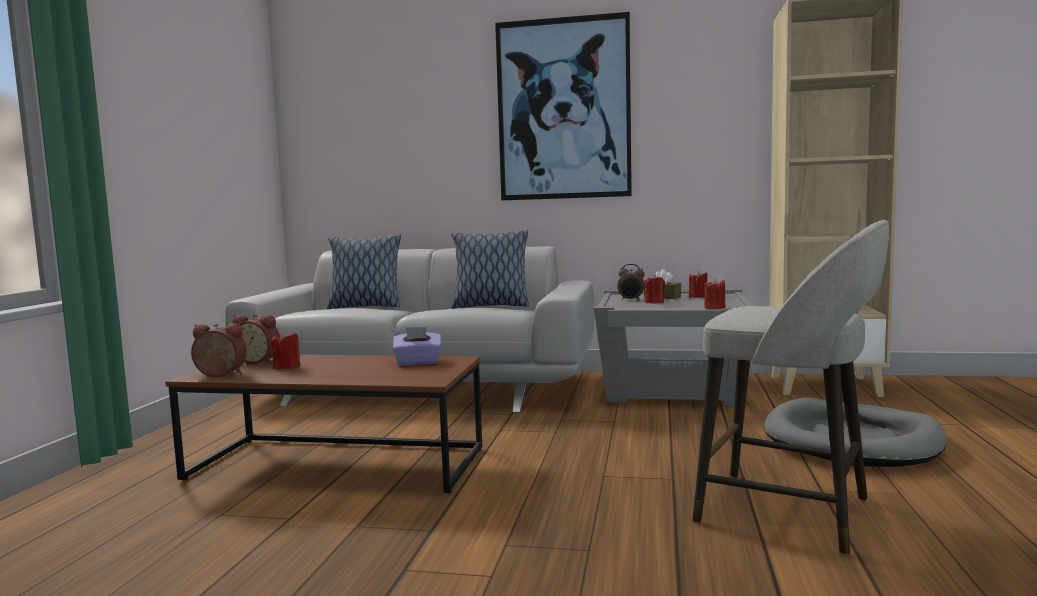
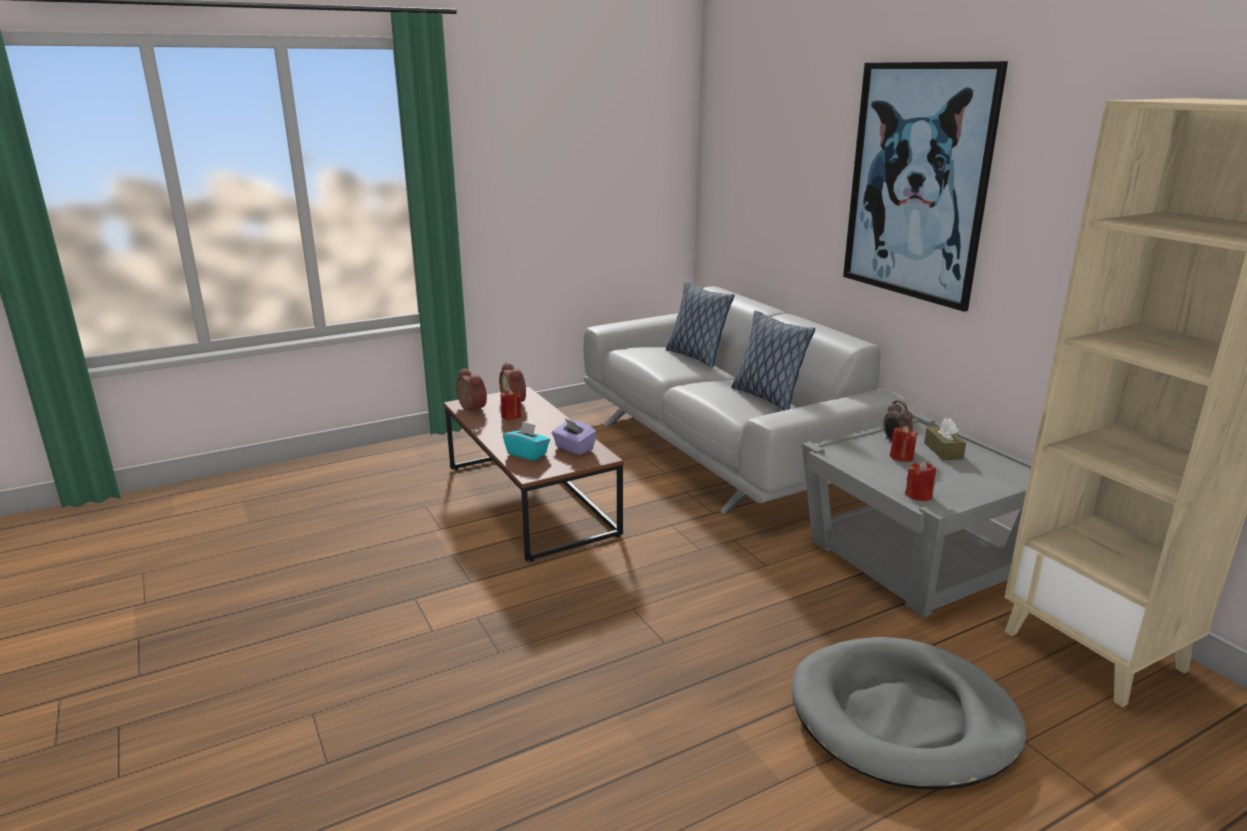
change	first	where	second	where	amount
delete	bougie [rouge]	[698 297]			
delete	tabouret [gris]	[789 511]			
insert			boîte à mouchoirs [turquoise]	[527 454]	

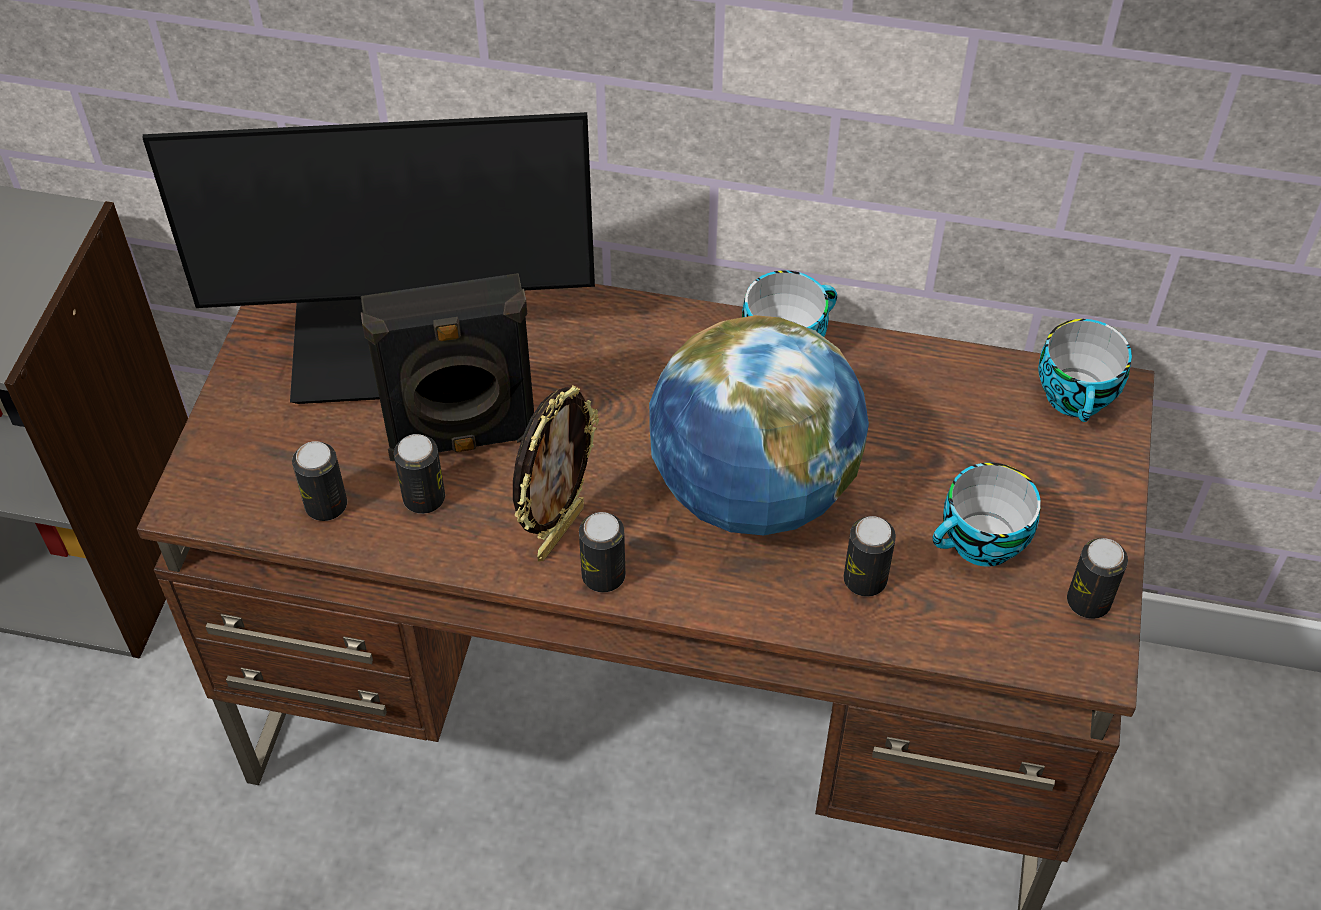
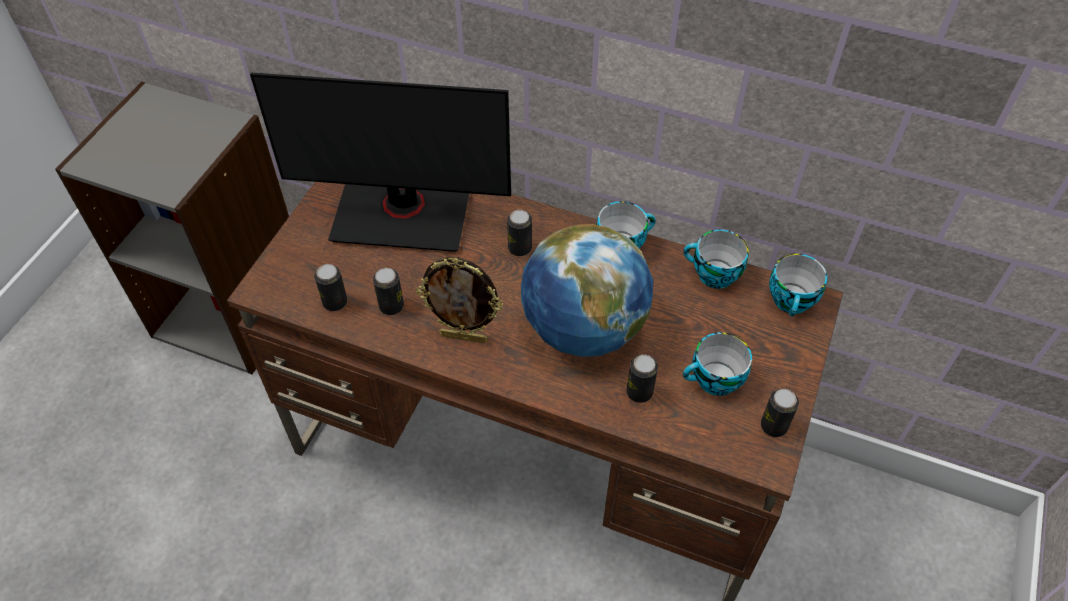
change	first	where	second	where	amount
delete	enceinte [noir]	[463 440]			
rotate	cadre photo	[558 531]		[464 337]	60 degrees clockwise
move	boîte métallique	[603 576]		[520 248]	
insert			tasse	[713 275]	

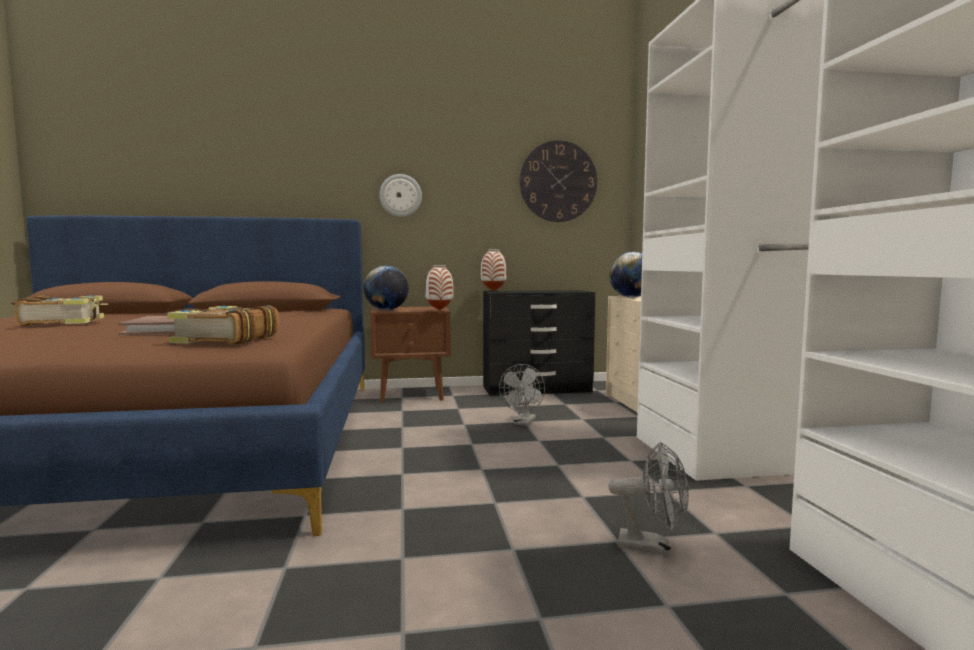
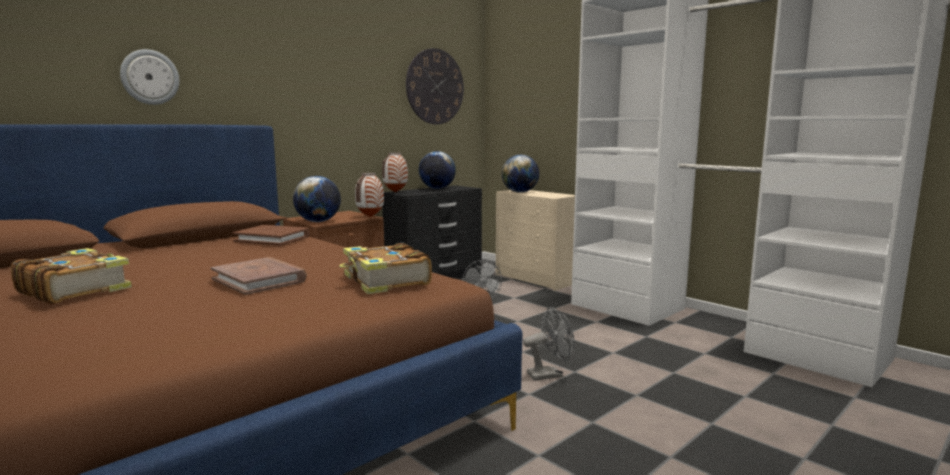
change	first	where	second	where	amount
move	horloge murale	[400 195]		[150 77]	
move	ventilateur [gris]	[652 547]		[549 374]	
insert			livre [marron]	[272 239]	
insert			globe	[437 188]	

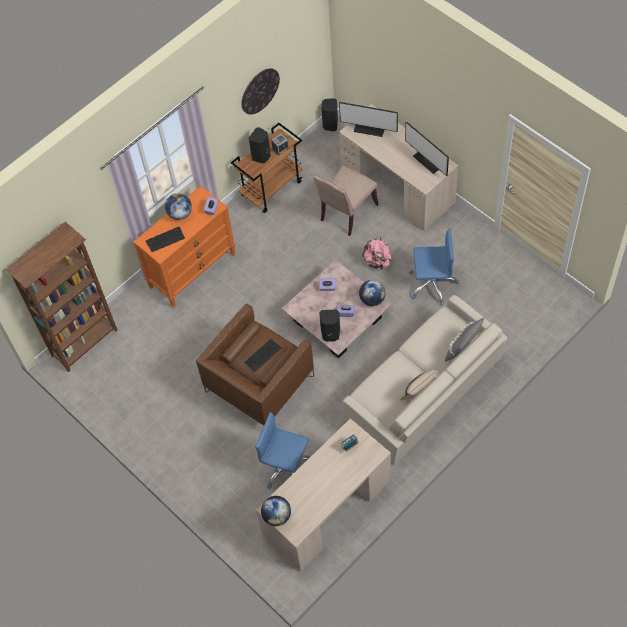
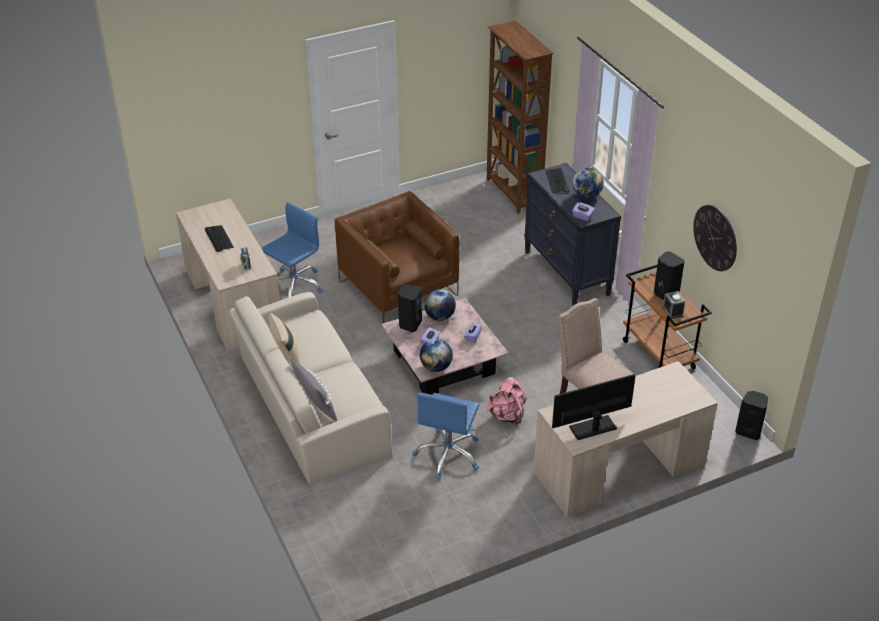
change	first	where	second	where	amount
recolor	commode [orange]	[192 270]	commode [noir]	[567 273]	
move	clavier	[263 355]		[218 239]	
move	globe	[277 516]		[440 317]	
delete	écran d'ordinateur	[369 129]			

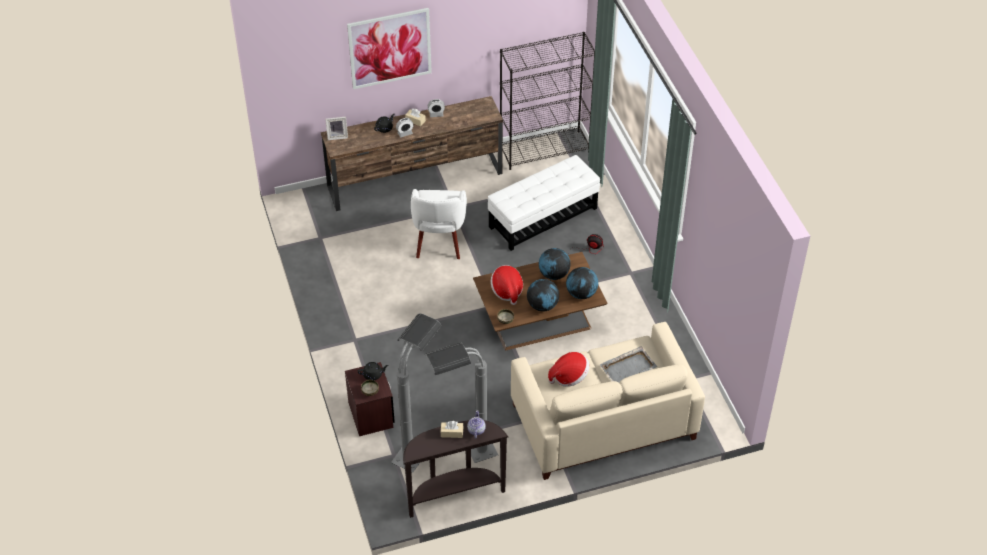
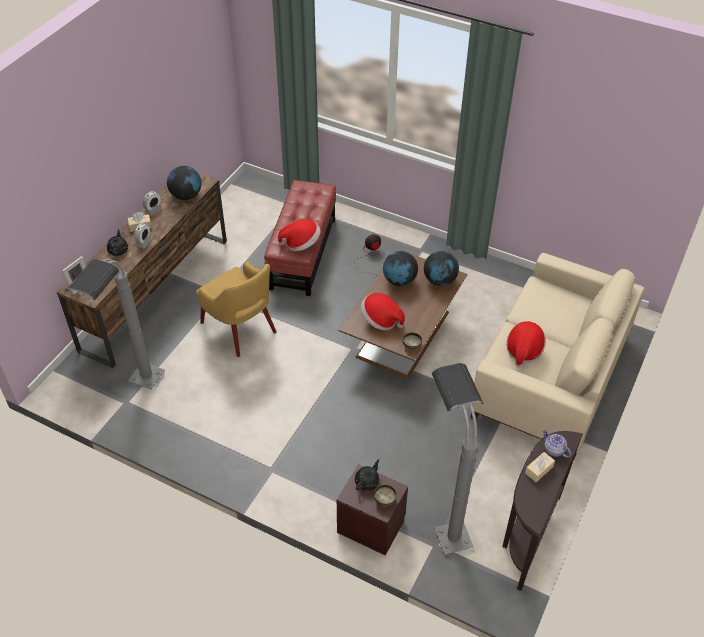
change	first	where	second	where	amount
delete	tableau	[390 48]			
recolor	fauteuil [blanc]	[439 240]	fauteuil [jaune]	[240 328]	
move	lampadaire [gris]	[464 457]		[137 392]	
recolor	pouf [blanc]	[543 218]	pouf [rouge]	[303 253]	
delete	bibliothèque [noir]	[545 150]			
move	globe	[542 305]		[186 196]	
delete	plateau [gris]	[628 367]			
insert			chapeau	[301 244]	

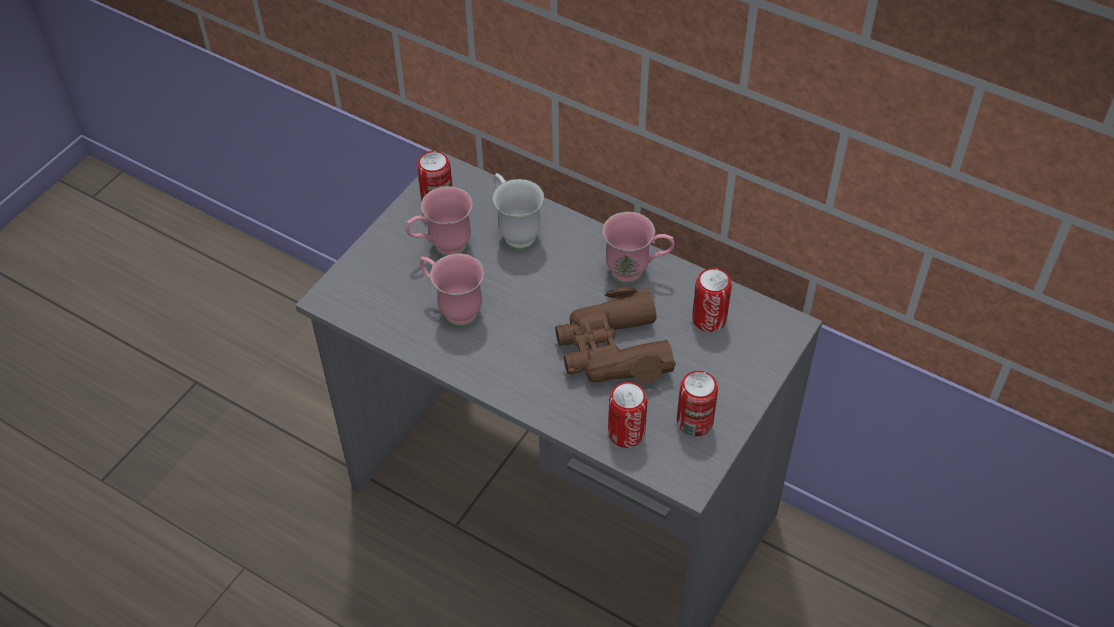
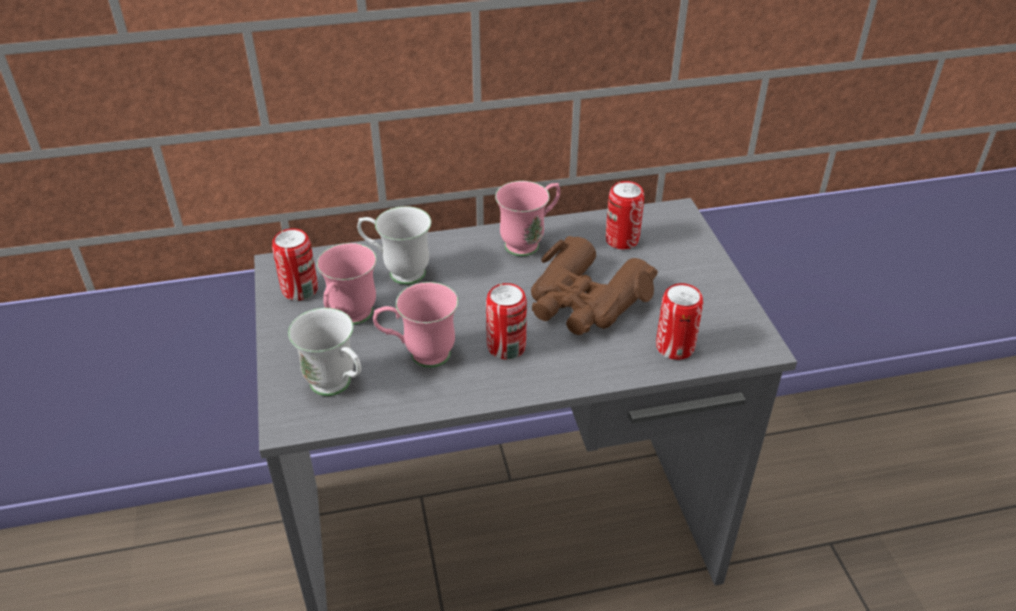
change	first	where	second	where	amount
move	boîte métallique	[694 422]		[506 347]	
insert			mug [blanc]	[337 387]	

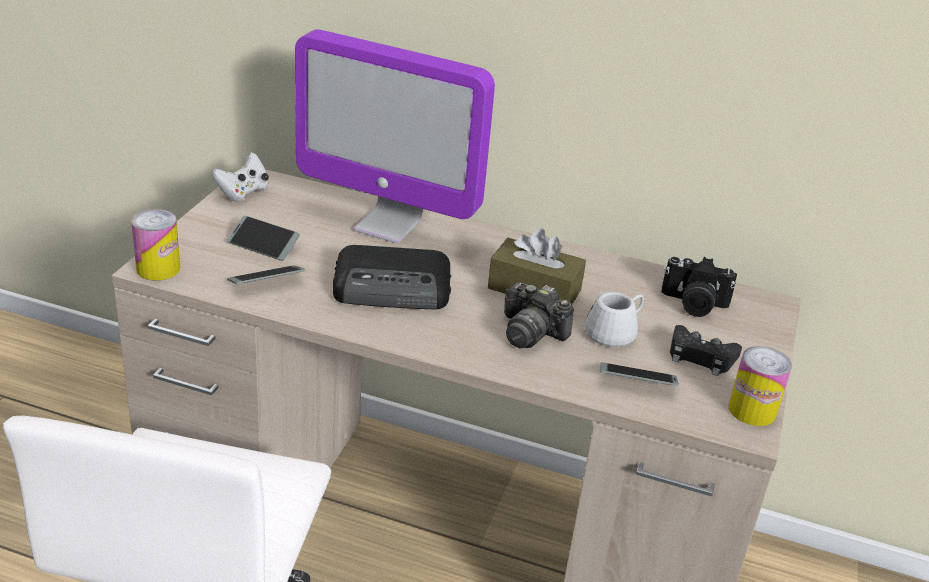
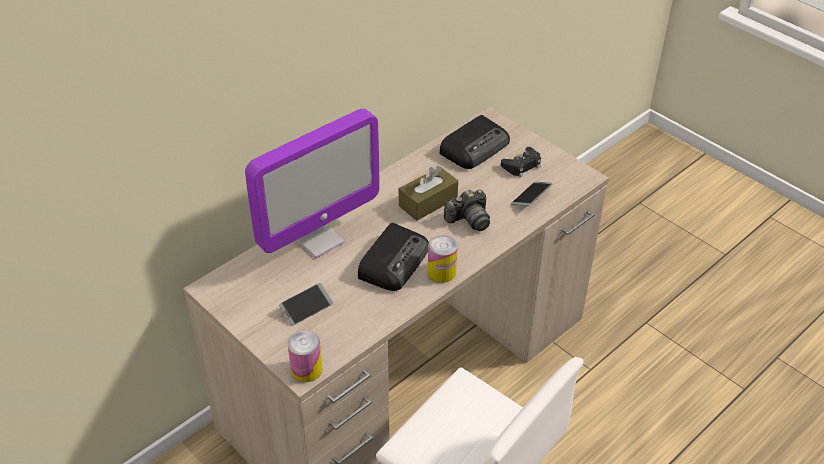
change	first	where	second	where	amount
delete	manette [blanc]	[243 193]			
delete	téléphone	[266 281]			
delete	mug [blanc]	[615 331]			
replace	appareil photo	[693 304]	radio	[475 147]	
move	boîte métallique	[752 410]		[441 272]	

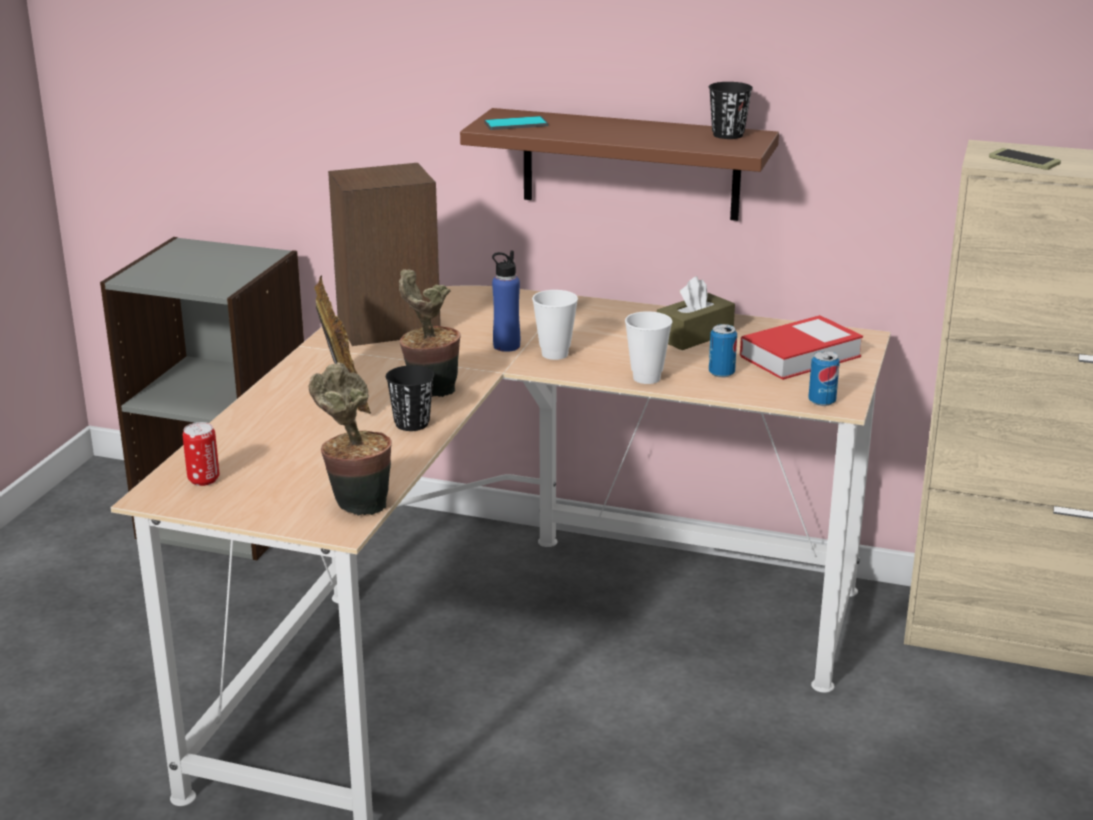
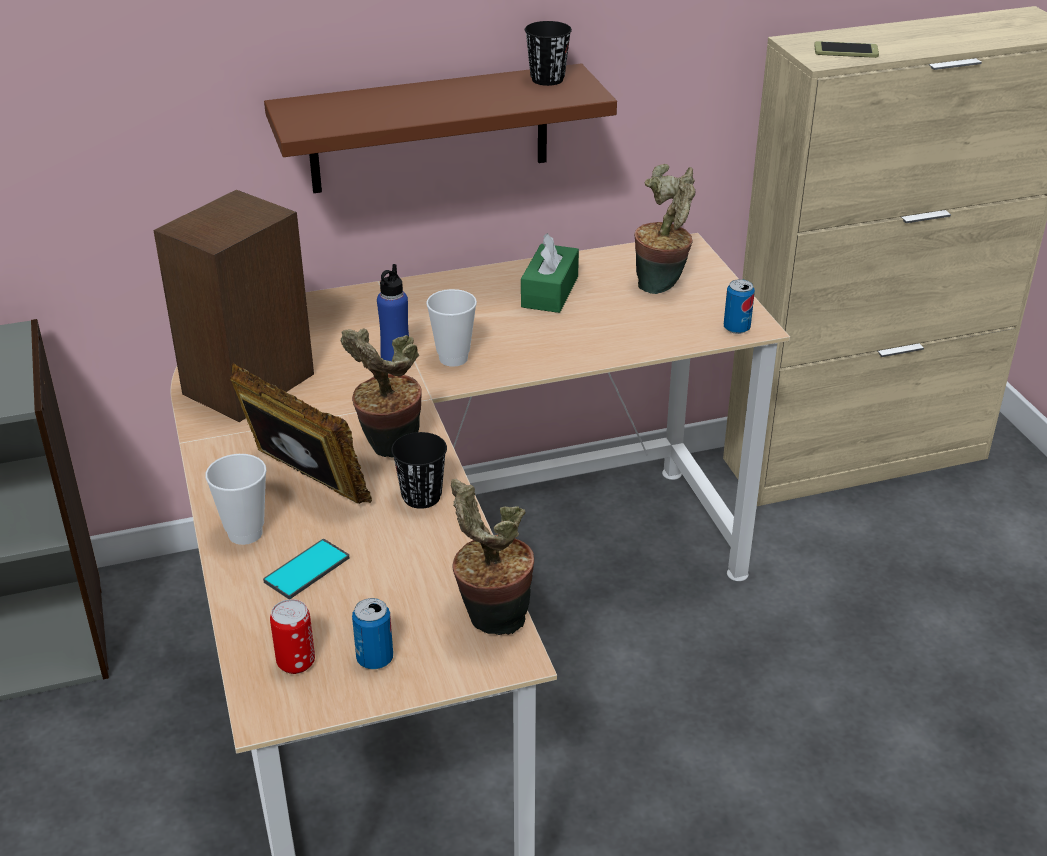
change	first	where	second	where	amount
move	téléphone	[516 124]		[306 569]	
move	tasse	[646 378]		[245 533]	
recolor	boîte à mouchoirs [marron]	[694 335]	boîte à mouchoirs [vert]	[550 292]	
move	boîte métallique	[721 373]		[375 659]	
replace	livre	[800 356]	plante en pot	[662 285]	

